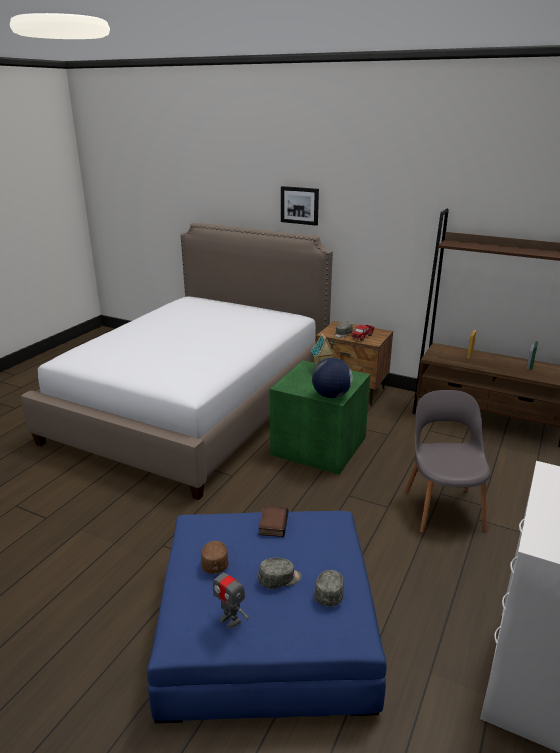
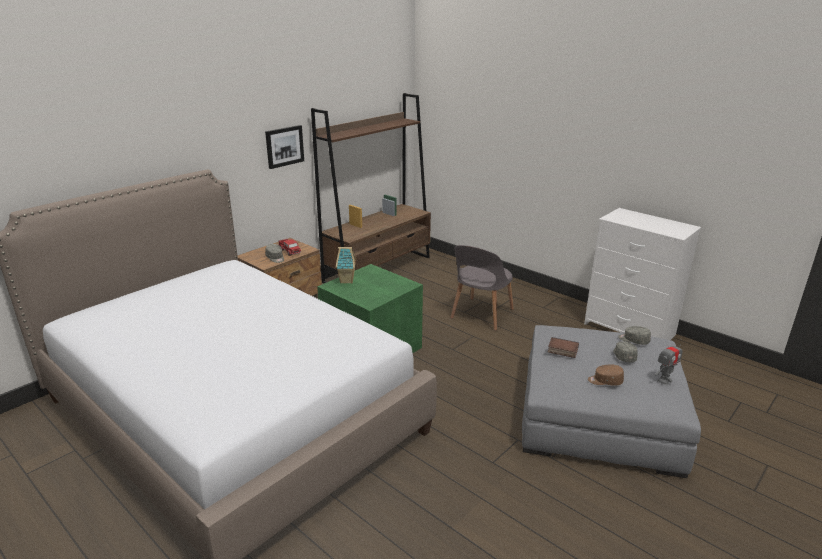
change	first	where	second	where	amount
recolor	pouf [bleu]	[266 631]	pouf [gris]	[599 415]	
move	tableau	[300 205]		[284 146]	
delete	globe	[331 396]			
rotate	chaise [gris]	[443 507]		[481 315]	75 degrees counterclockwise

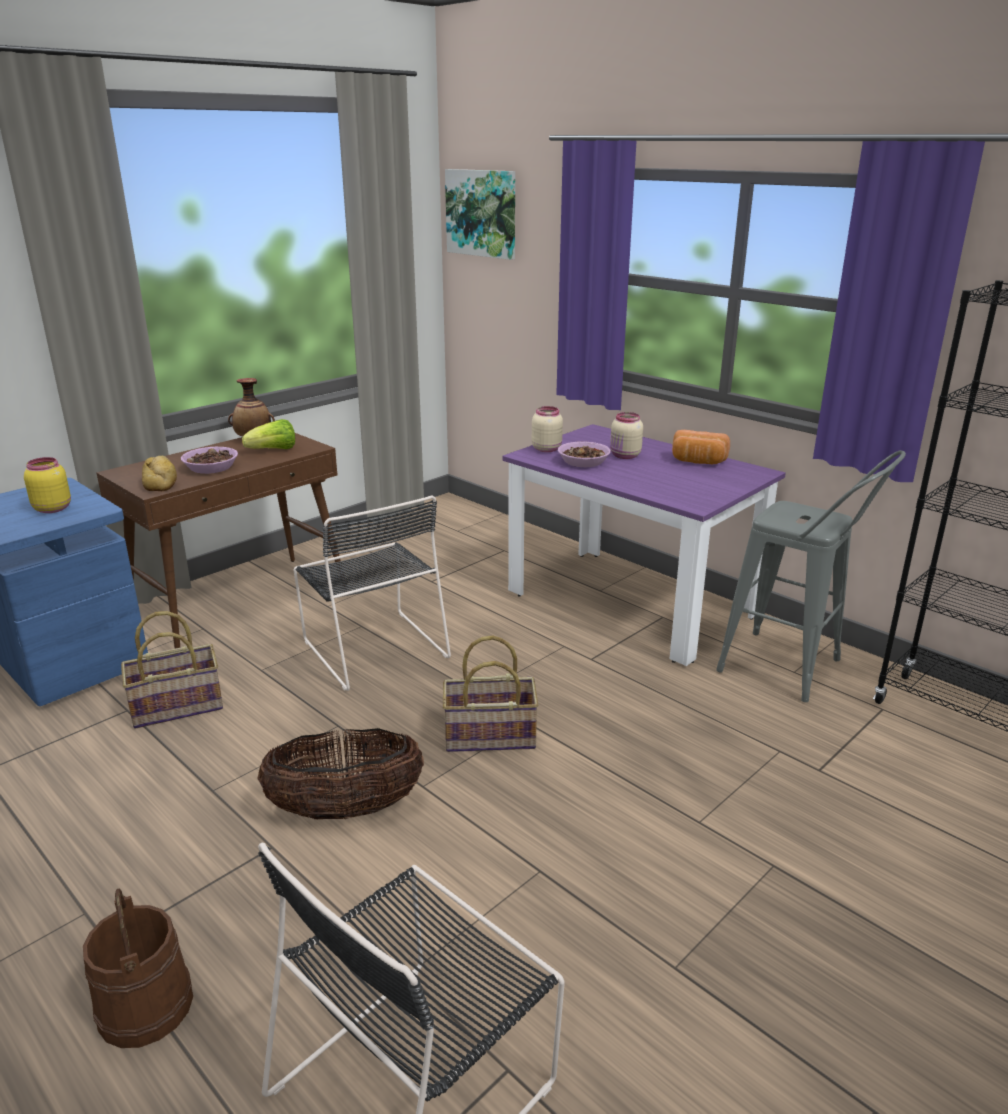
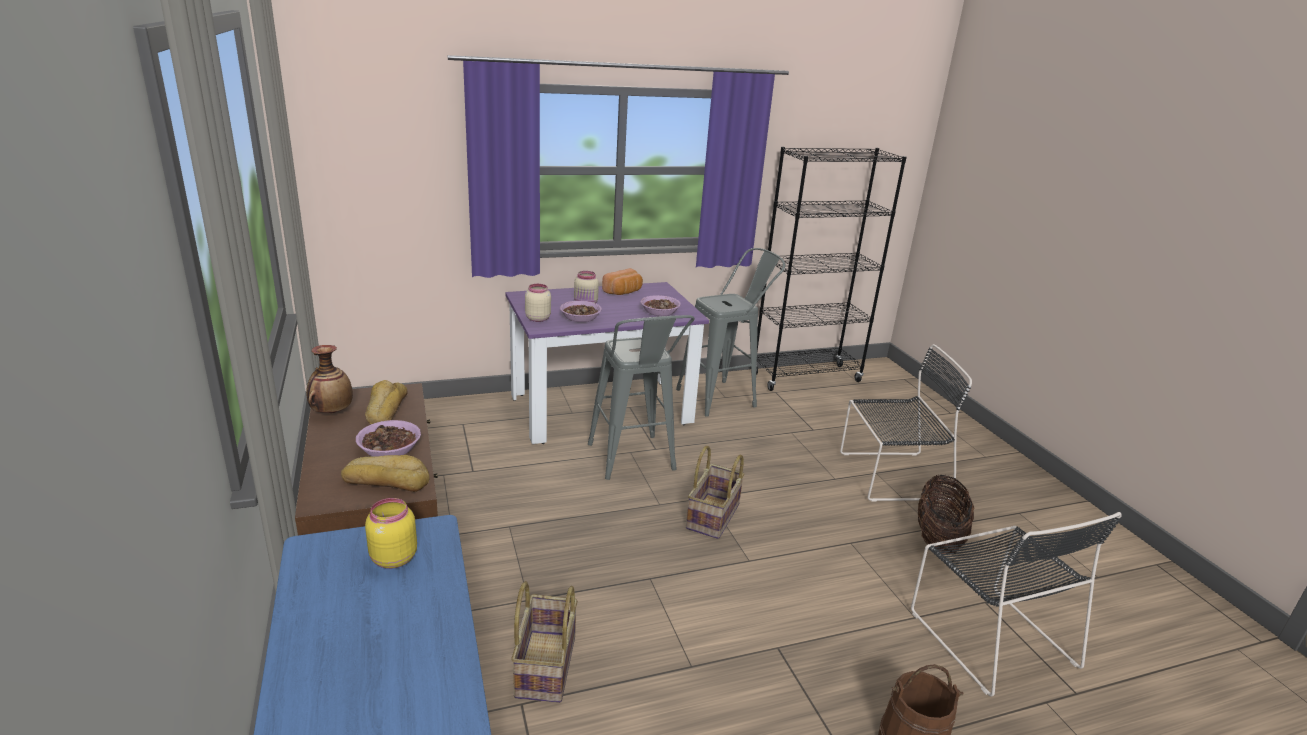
change	first	where	second	where	amount
replace	laitue	[273 450]	pain	[385 409]	
move	panier	[346 809]		[937 539]	
move	chaise [noir]	[373 646]		[890 476]	
delete	tableau	[482 213]			
insert			tabouret [gris]	[633 462]	
insert			bol	[660 311]	

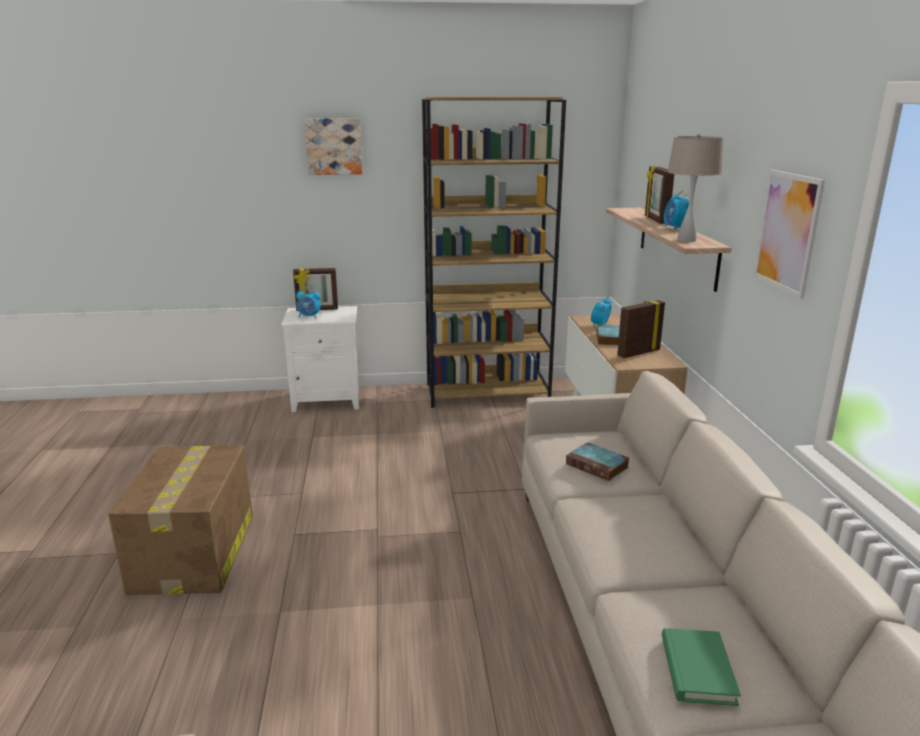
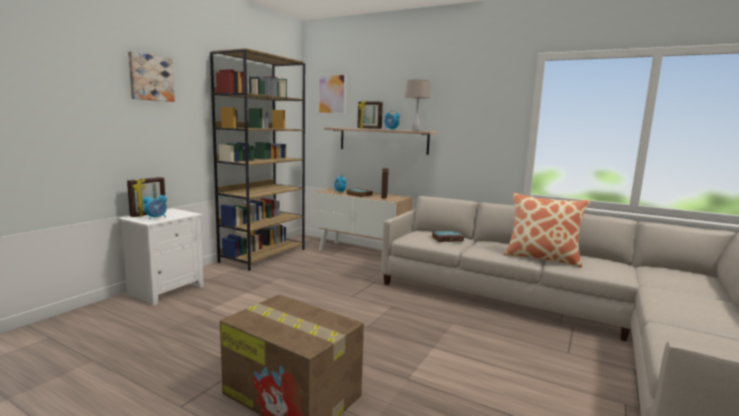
change	first	where	second	where	amount
delete	livre [vert]	[697 670]			
move	tableau	[787 232]		[331 94]	
insert			coussin	[542 258]	

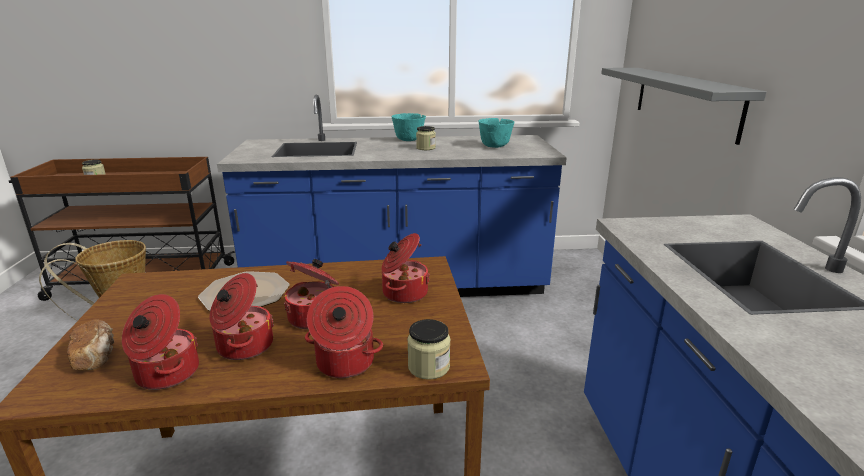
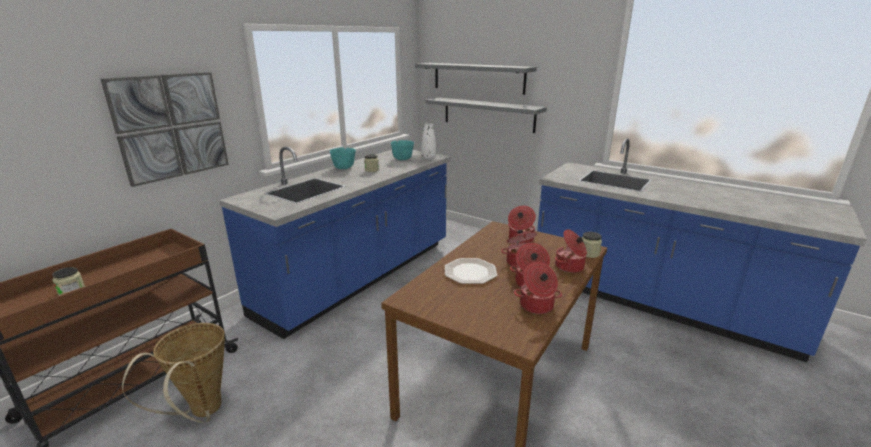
change	first	where	second	where	amount
delete	pain	[96 356]			
insert			tableau	[171 126]	
insert			étagère [gris]	[478 78]	
insert			vase [blanc]	[429 158]	

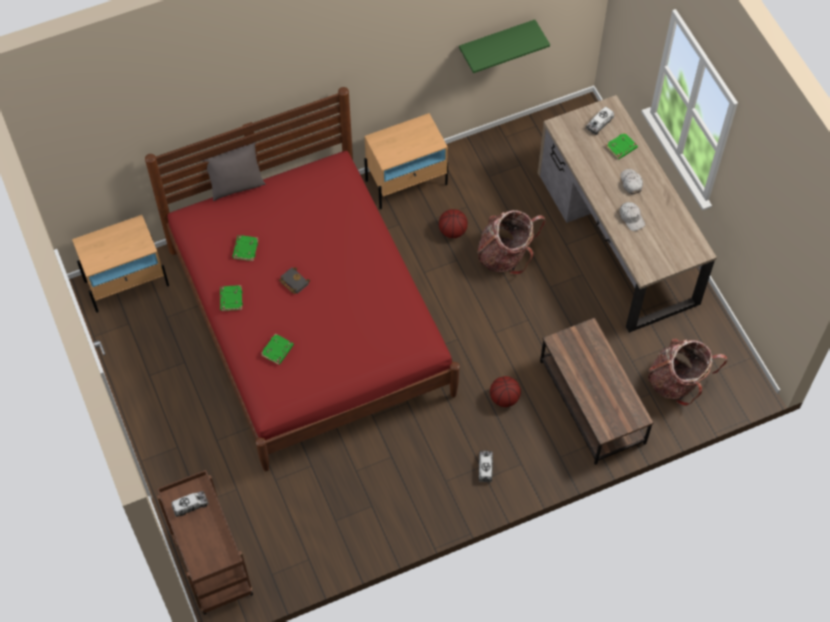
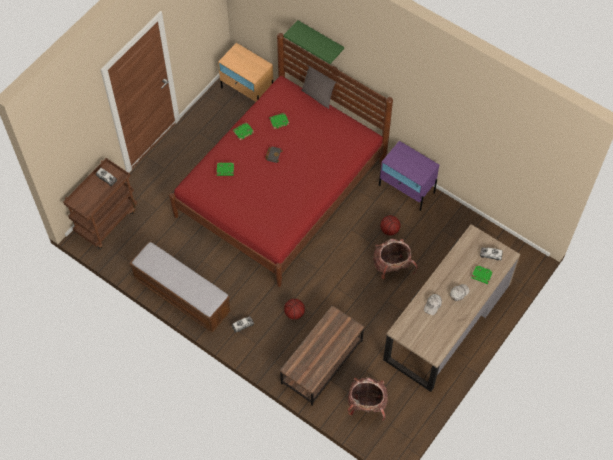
change	first	where	second	where	amount
recolor	table de chevet [beige]	[407 182]	table de chevet [violet]	[406 189]	
move	étagère [vert]	[496 41]		[320 39]	
insert			banc	[182 296]	

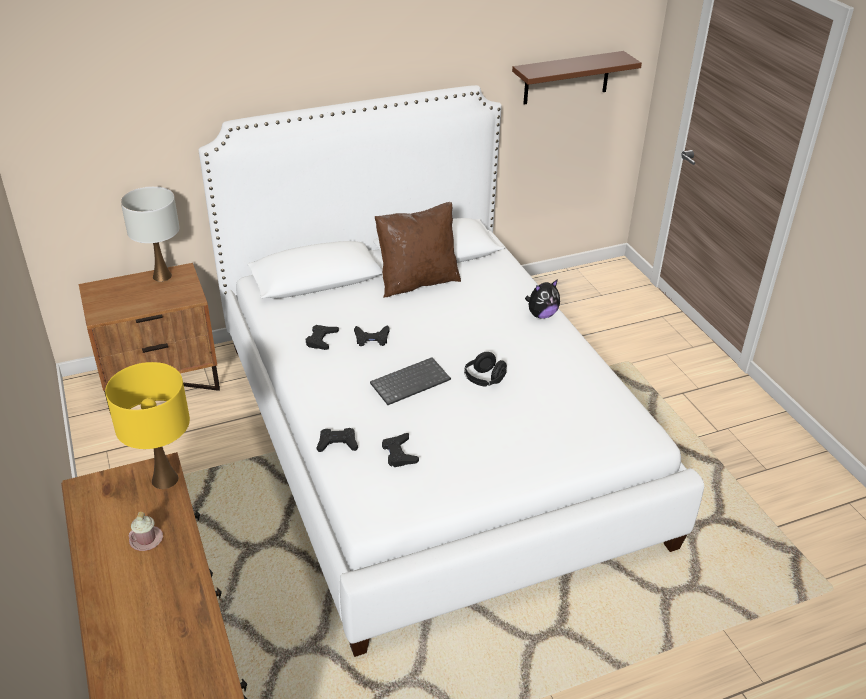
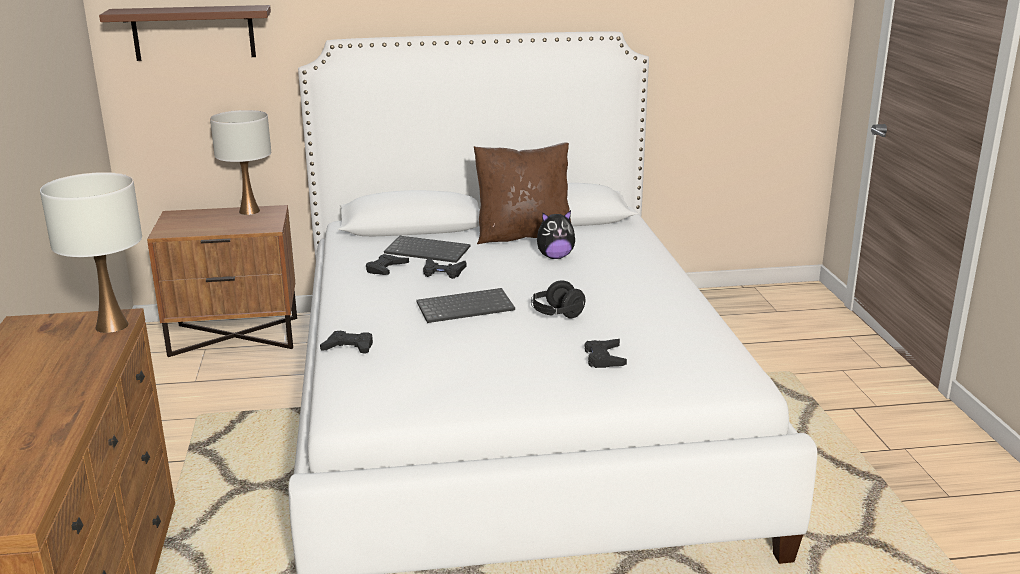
change	first	where	second	where	amount
recolor	lampe de table [jaune]	[165 479]	lampe de table [blanc]	[112 326]	
delete	mug [rose]	[146 539]			
move	manette [noir]	[399 454]		[604 358]	
move	étagère [marron]	[567 78]		[193 33]	
move	peluche	[541 315]		[555 257]	
insert			clavier	[429 251]	

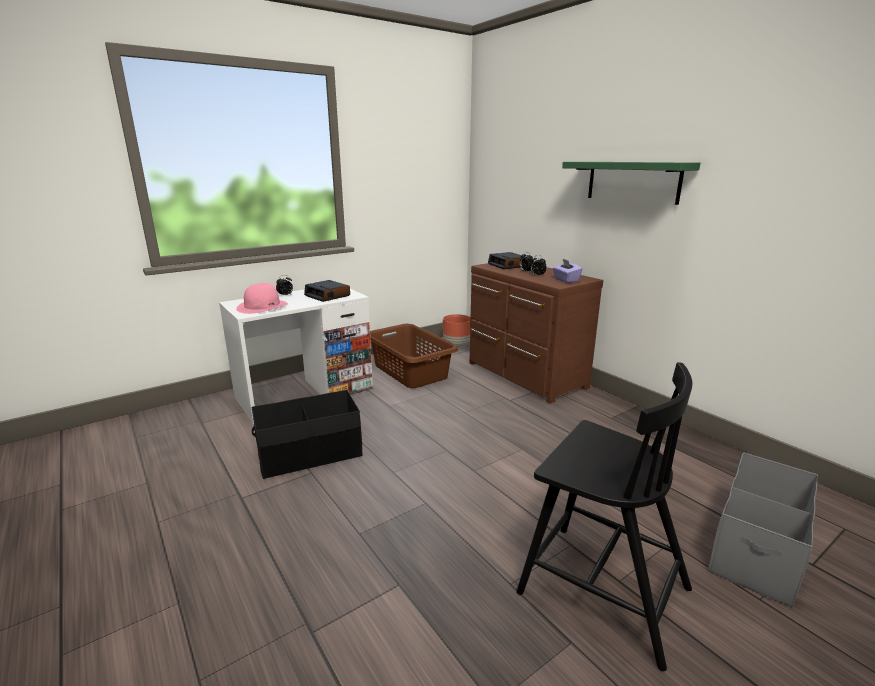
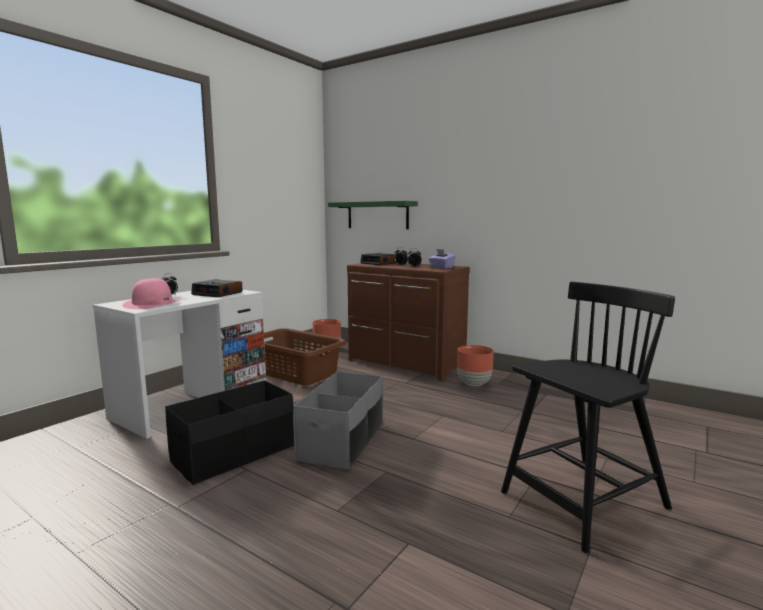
change	first	where	second	where	amount
rotate	chaise [noir]	[600 588]		[582 502]	45 degrees counterclockwise
move	étagère [vert]	[632 181]		[377 215]	
move	boîte de rangement [gris]	[757 549]		[343 441]	
insert			cache-pot [marron]	[473 384]	

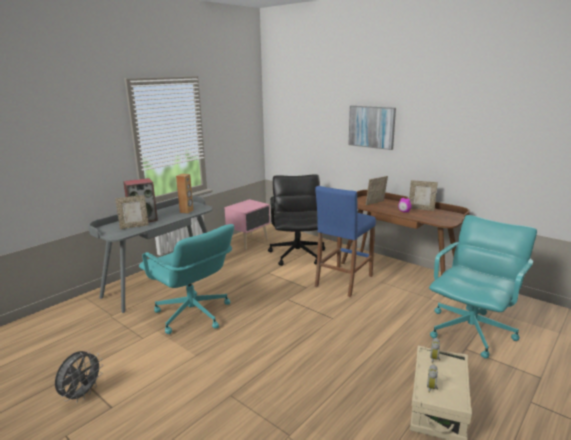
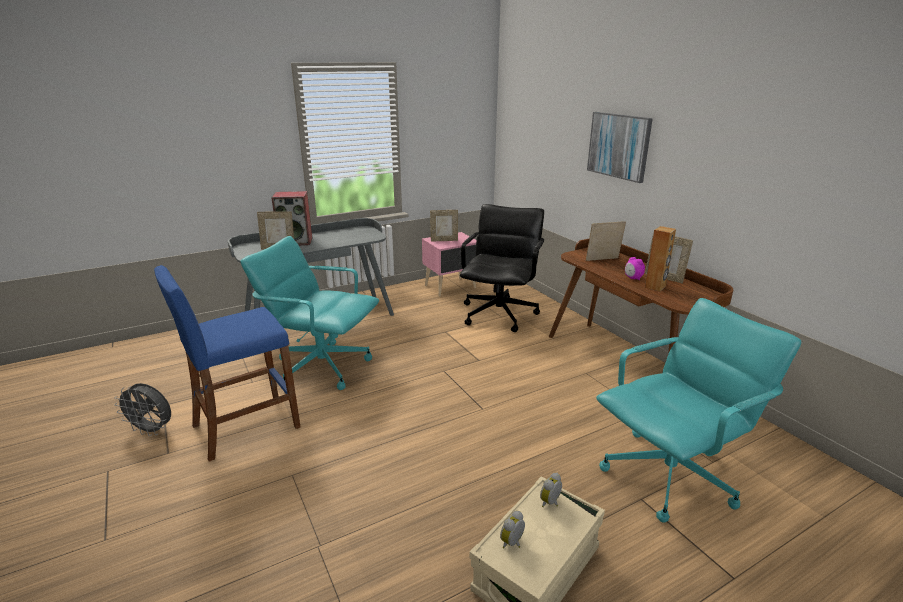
change	first	where	second	where	amount
rotate	ventilateur [gris]	[82 394]		[152 430]	60 degrees clockwise
rotate	chaise de bureau [turquoise]	[192 315]		[322 366]	135 degrees clockwise
move	enceinte [marron]	[186 211]		[655 287]	
move	tabouret [bleu]	[343 281]		[245 426]	
insert			cadre photo	[444 240]	

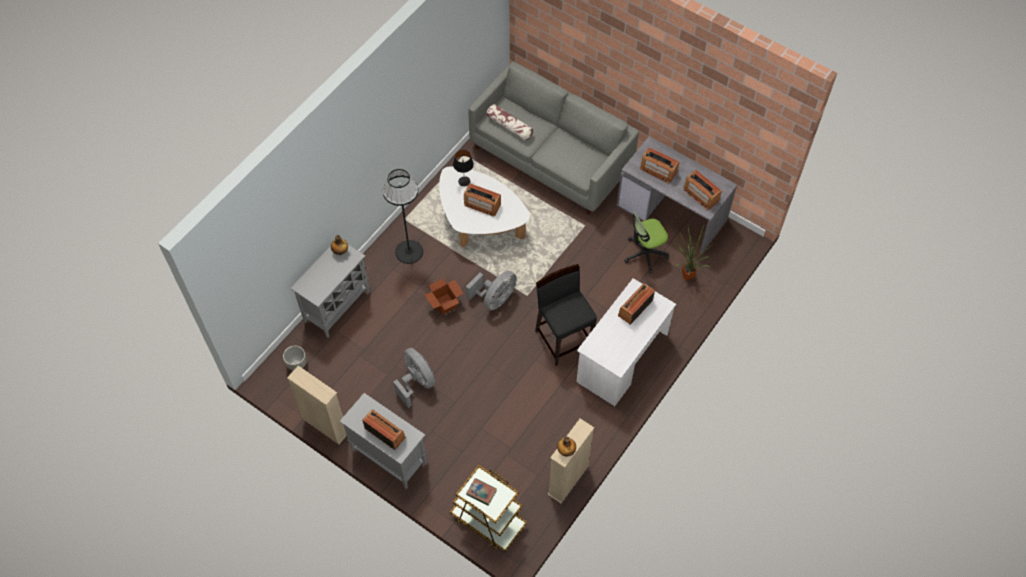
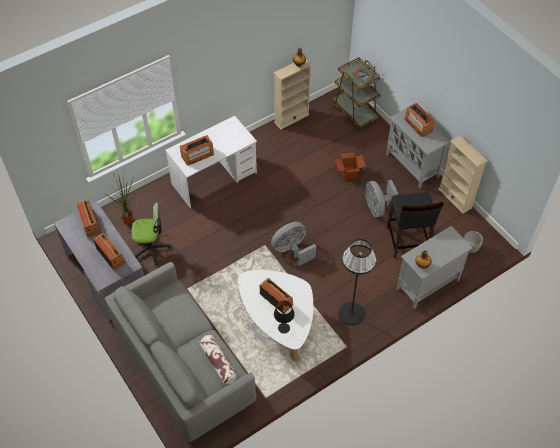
change	first	where	second	where	amount
move	carton	[444 304]		[349 173]	
move	tabouret [noir]	[563 339]		[407 241]	

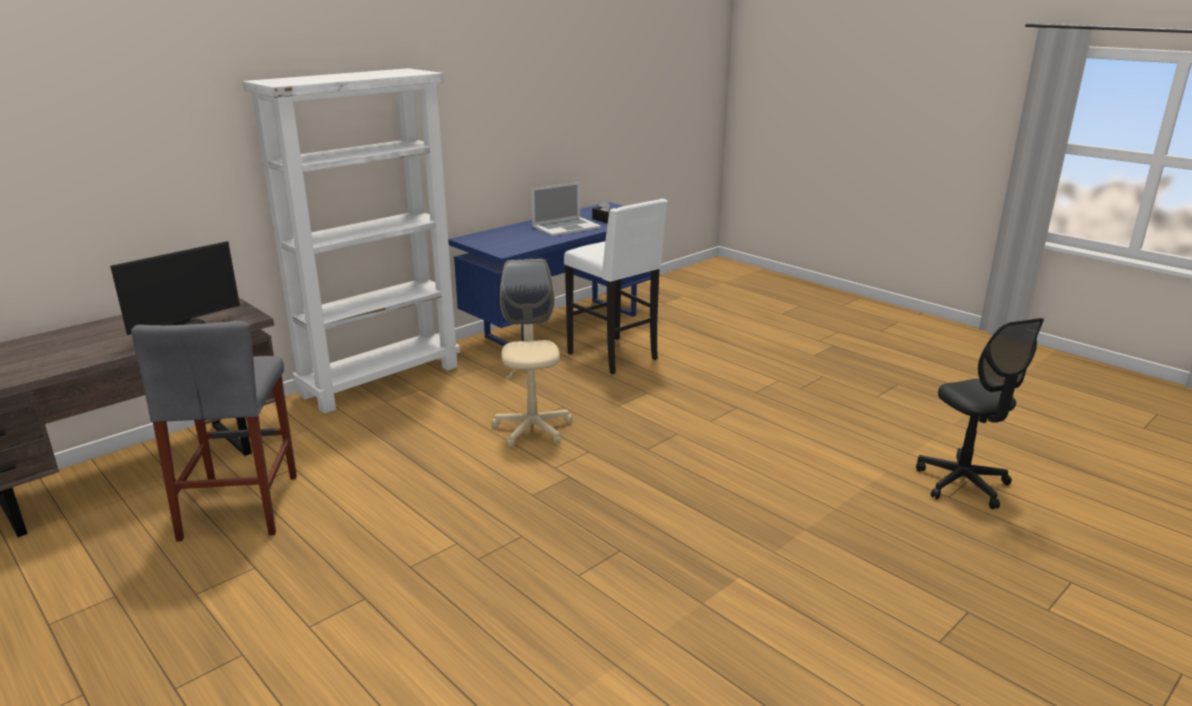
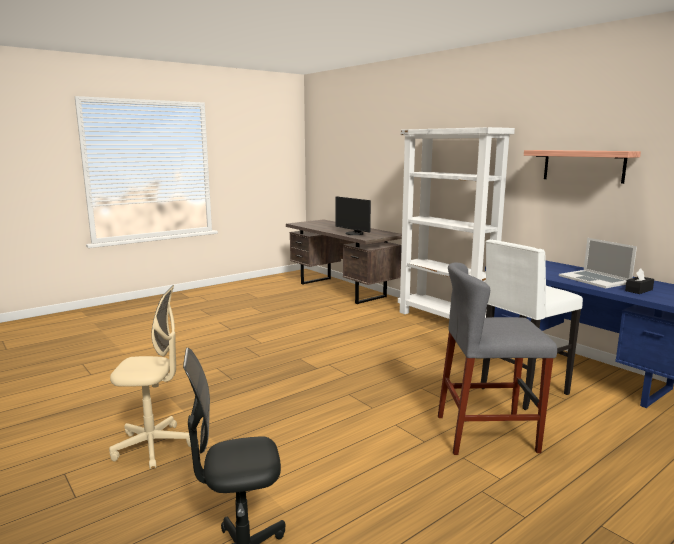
change	first	where	second	where	amount
move	tabouret [gris]	[240 506]		[486 433]	
move	chaise de bureau [beige]	[532 429]		[153 446]	
insert			étagère	[583 166]	

